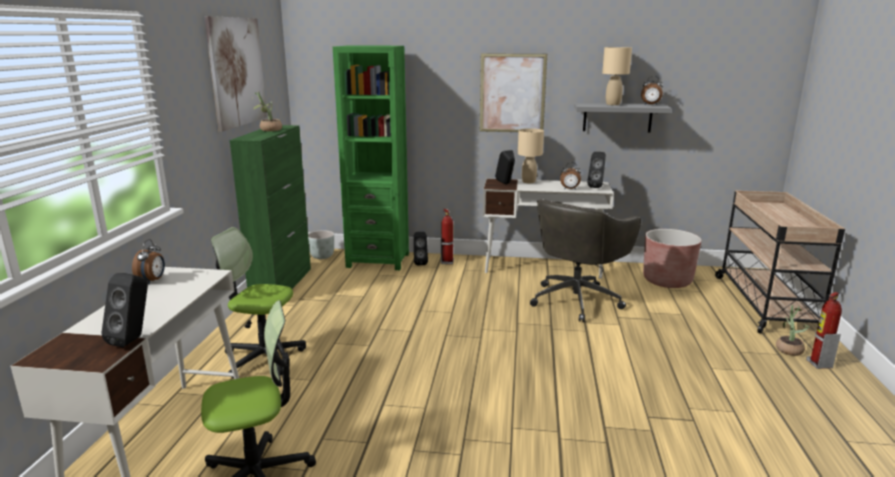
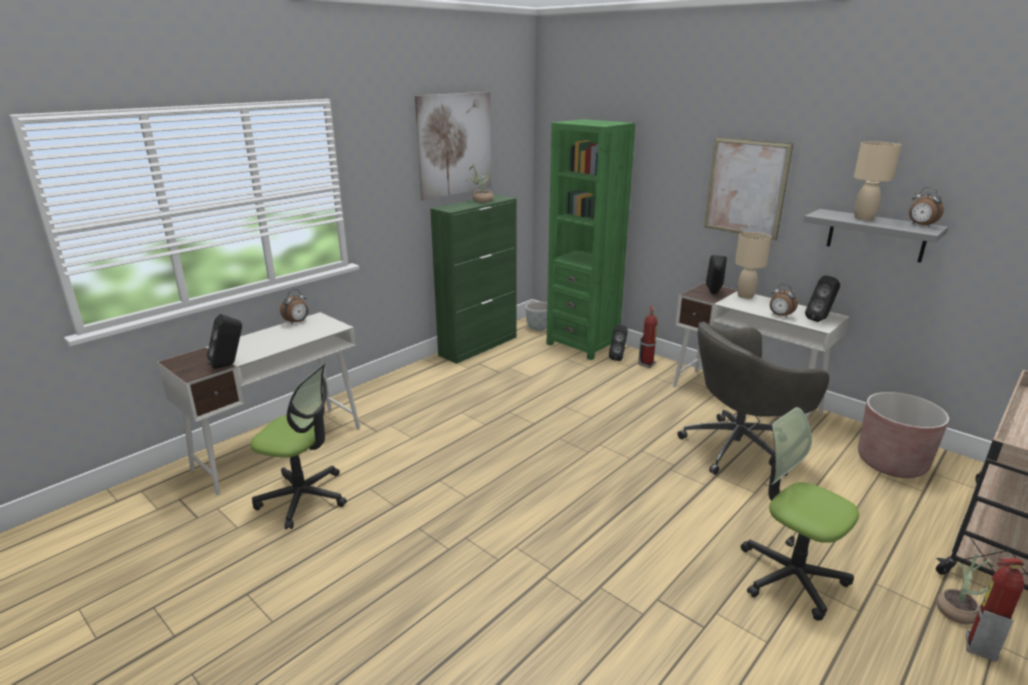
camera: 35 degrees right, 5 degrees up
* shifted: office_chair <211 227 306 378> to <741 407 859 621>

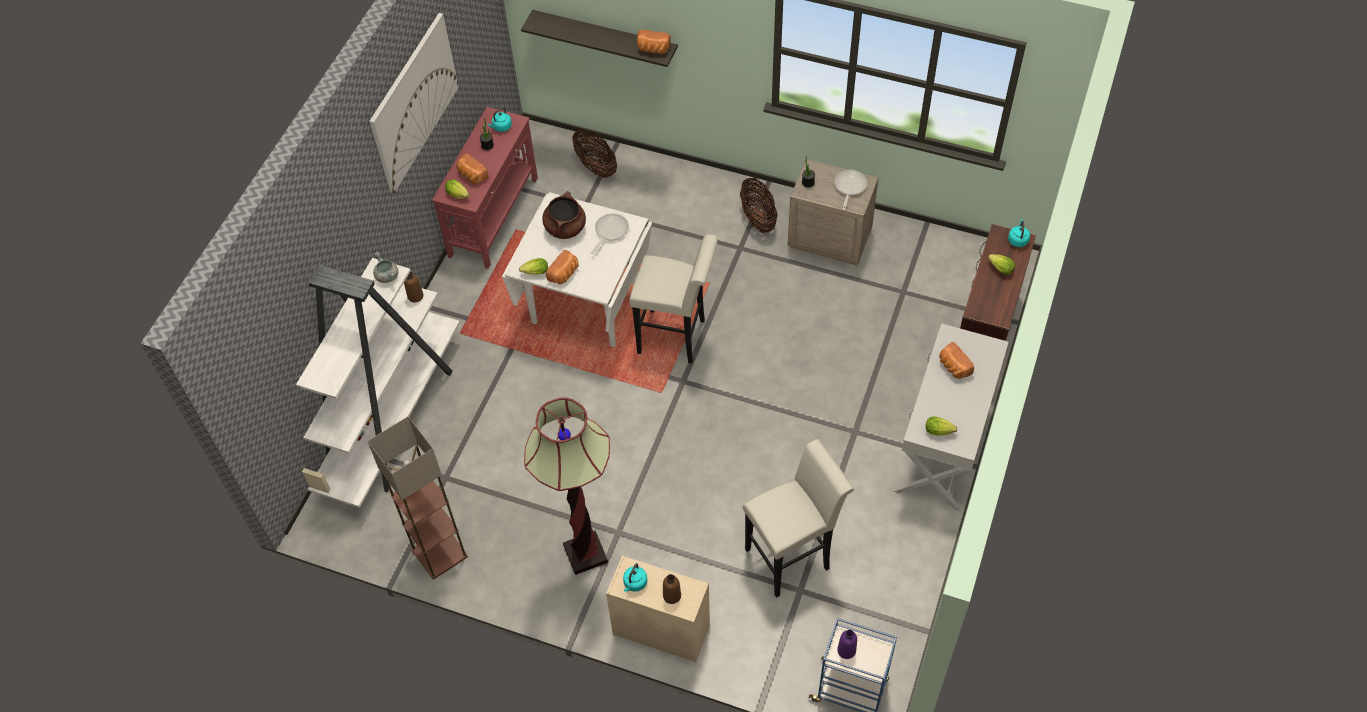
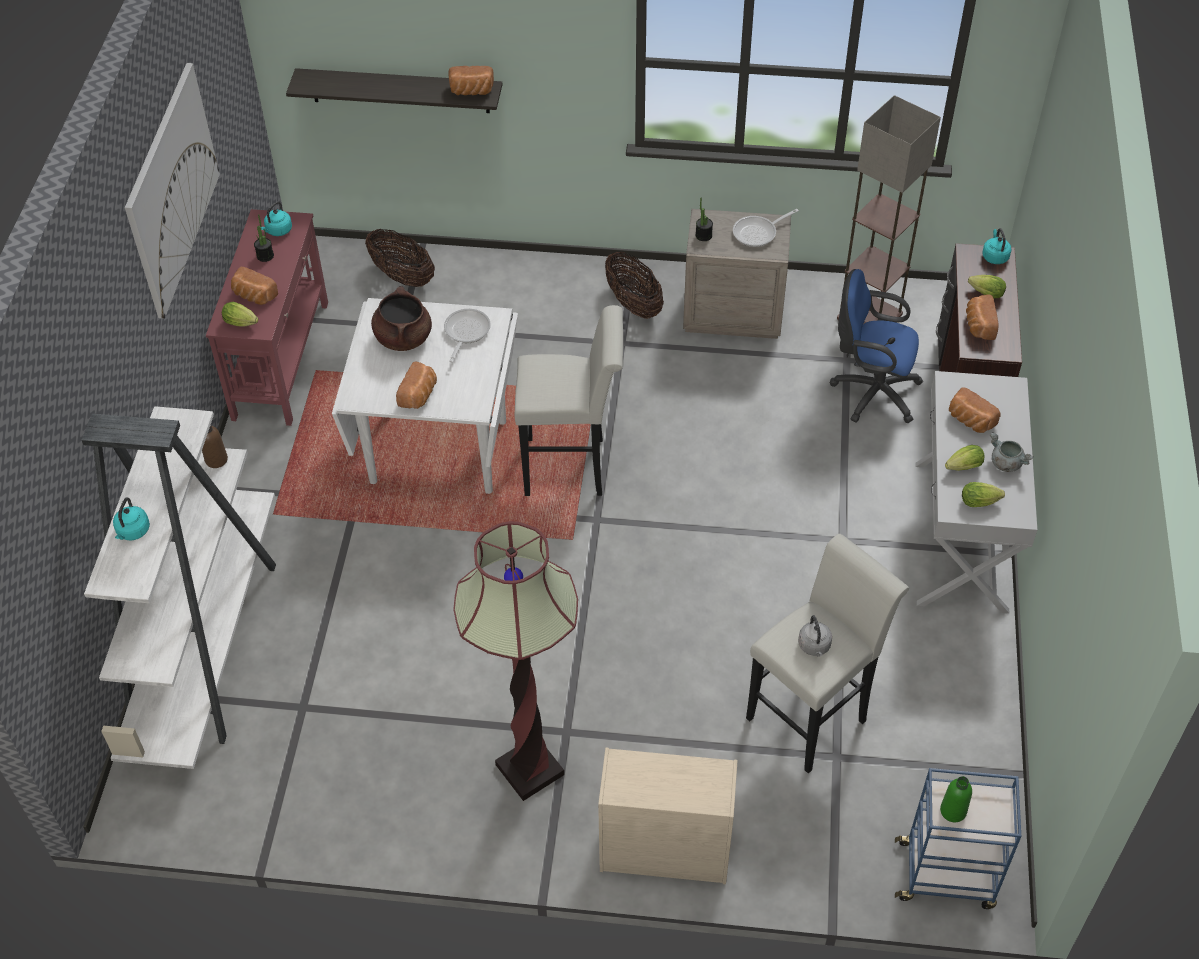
camera: 15 degrees left, 5 degrees down
* shifted: floor_lamp <367 416 468 579> to <837 95 941 324>
* shifted: grey_cooking_pot <373 252 398 283> to <990 432 1034 472>
* shifted: lettuce <519 258 548 275> to <945 445 985 471>
* shifted: turquoise_kettle <623 563 647 592> to <113 498 150 540>
* gone: brown_bottle <663 574 681 604>
* rotated: frying_pan <834 170 867 210> = <733 209 799 247> 120 degrees counterclockwise
* repainted: purple_bottle <837 630 857 659> to green_bottle <940 776 972 822>
* new: grey_kettle <798 615 832 656>
* new: blue_office_chair <829 269 923 423>
* new: bread <966 295 999 340>

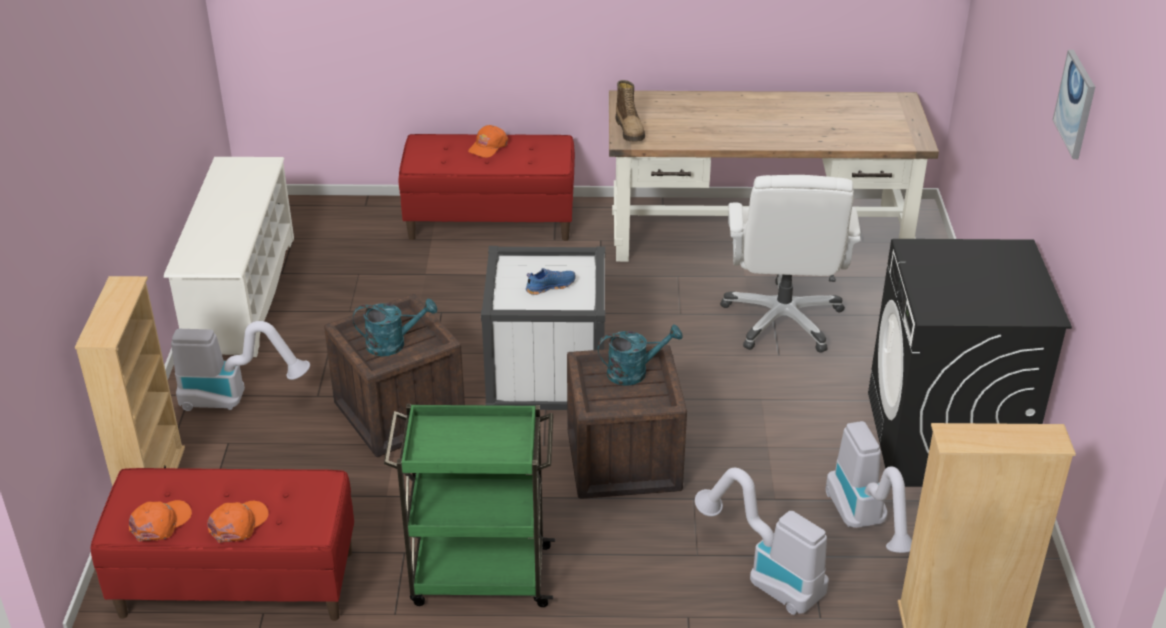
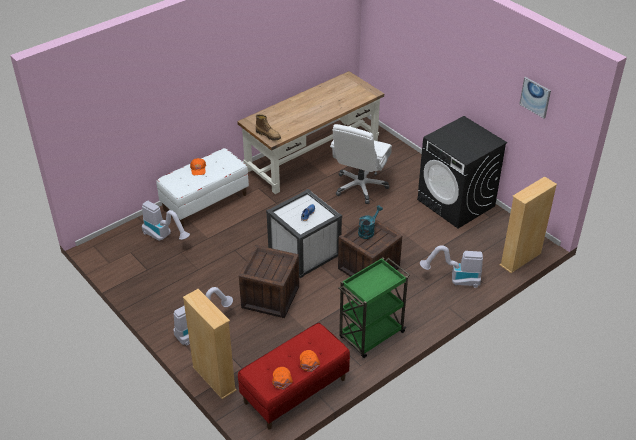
camera: 40 degrees left, 5 degrees up
* gone: white_shoe_rack <164 157 294 357>
* gone: turquoise_watering_can <353 299 437 356>
* repainted: red_bench <399 134 575 241> to white_bench <156 148 249 227>
* rotated: white_office_chair <720 175 861 353> = <330 124 392 204> 60 degrees clockwise
* shifted: vacuum_cleaner <826 421 912 553> to <142 201 190 241>
* shifted: picture <1053 50 1095 159> to <519 77 551 118>

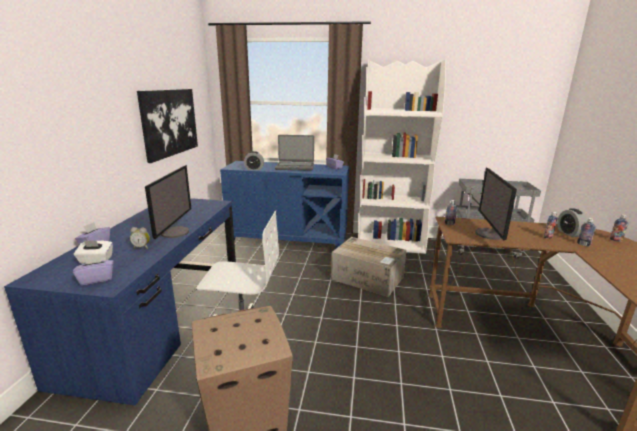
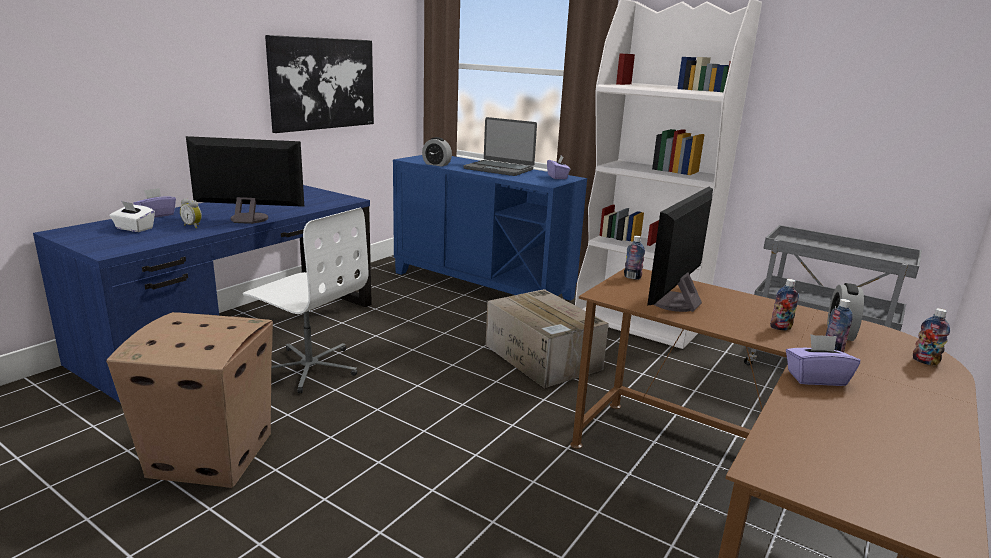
camera: 25 degrees right, 0 degrees up
* shifted: purple_tissue_box <73 253 114 285> to <786 334 860 386>
* rotated: monitor <145 165 191 239> = <186 136 304 224> 120 degrees counterclockwise

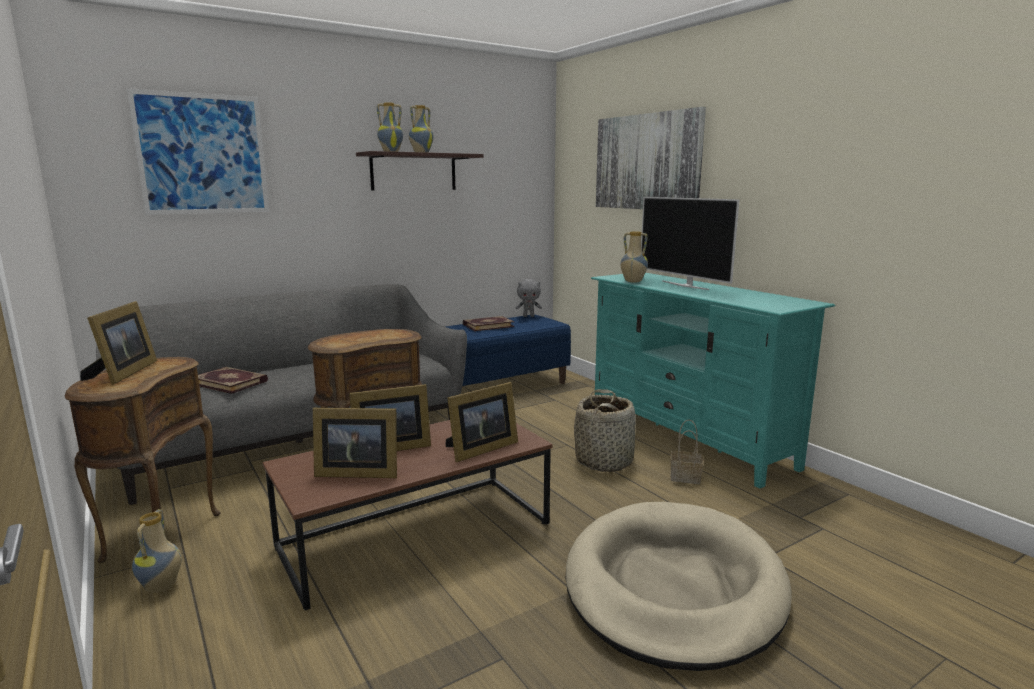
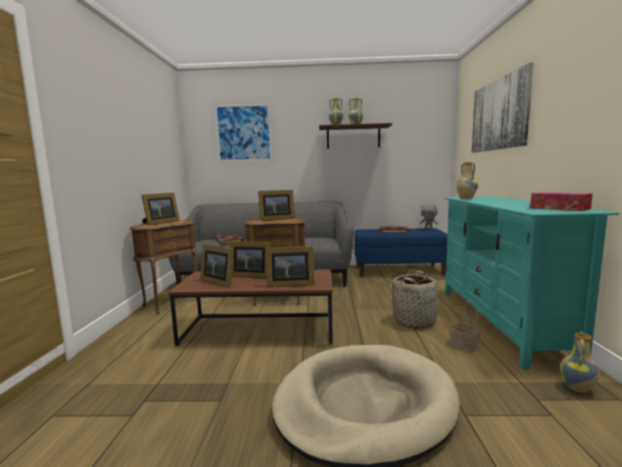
camera: 35 degrees right, 5 degrees down
* shifted: vase <132 509 182 593> to <560 332 600 393>
* gone: television <641 197 740 290>
* new: picture_frame <258 190 295 221>
* new: tissue_box <530 192 593 211>

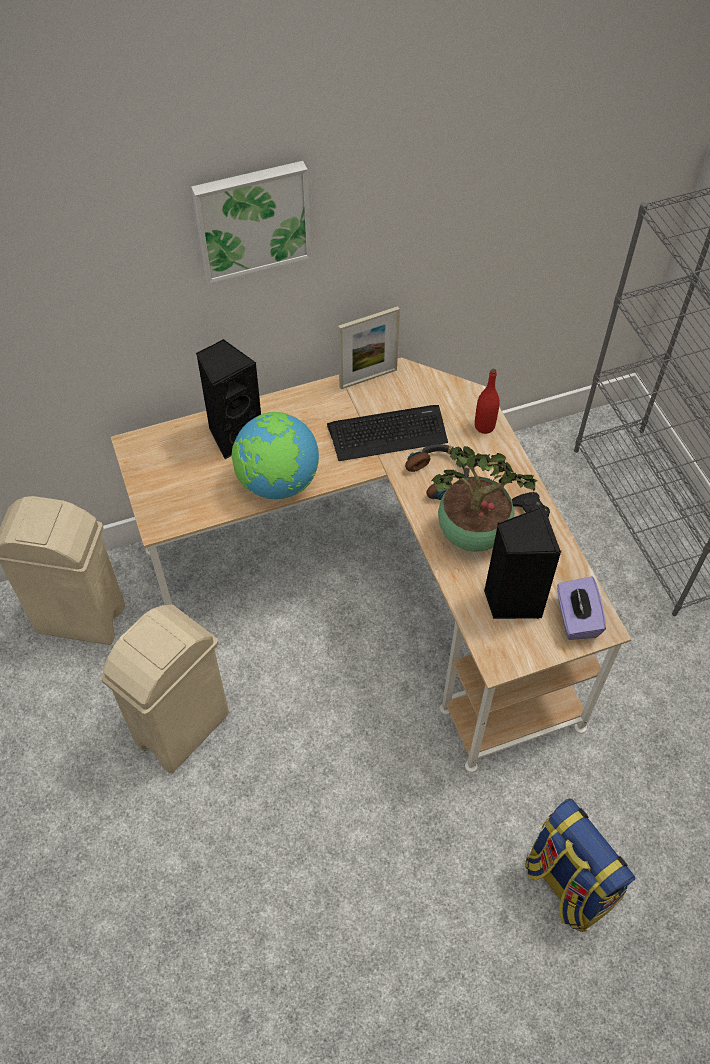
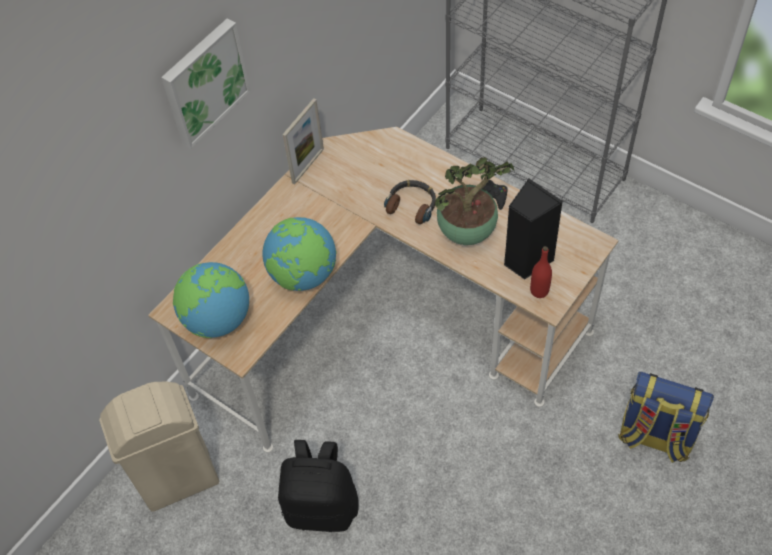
camera: 30 degrees left, 0 degrees up
* swapped: beige_trash_can <101 605 229 774> to black_backpack <278 440 359 532>
* gone: black_speaker <196 339 261 459>
* gone: keyboard <327 405 448 461>
* shifted: red_bottle <475 369 499 434> to <530 246 552 298>
* gone: purple_tissue_box <557 576 606 640>
* new: globe <173 262 249 338>

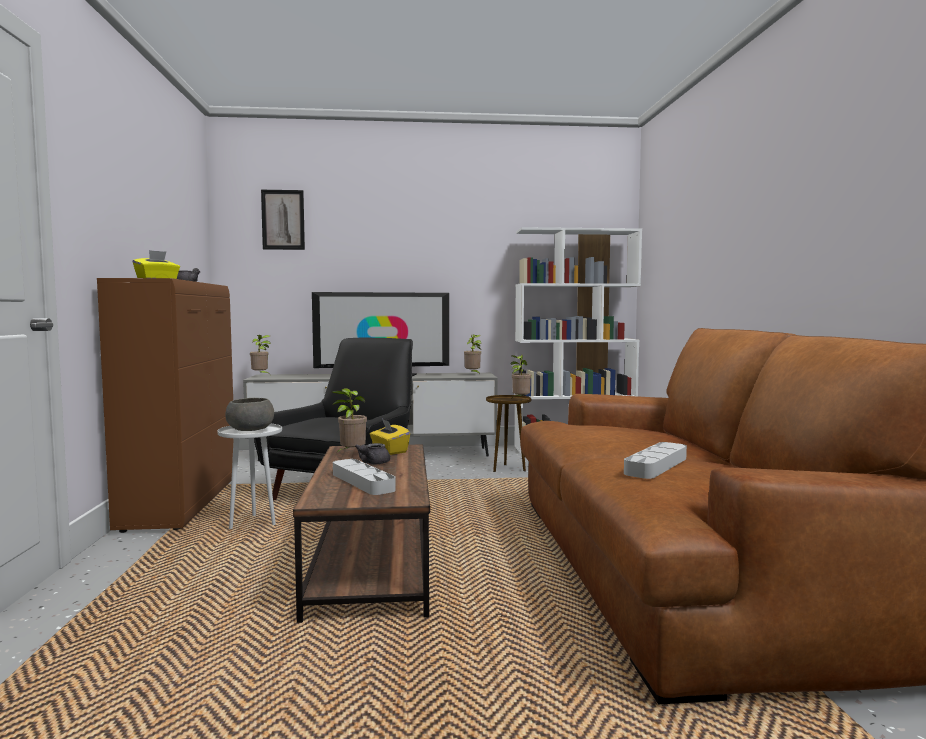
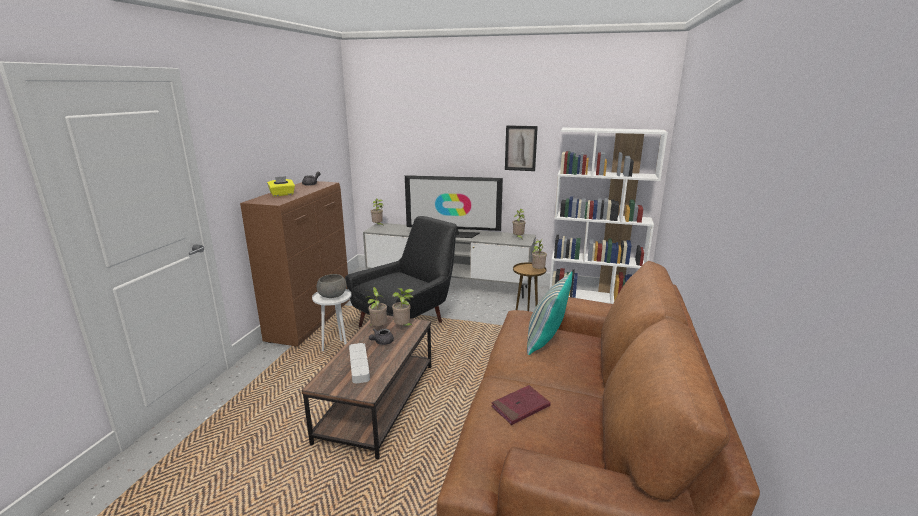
camera: 20 degrees right, 15 degrees up
* shifted: picture <261 190 305 250> to <505 125 538 171>
* swapped: yellow_tissue_box <370 419 410 455> to potted_plant <392 288 414 326>
* swapped: grey_tray <624 442 687 479> to red_book <491 385 551 425>
* new: pillow <527 271 573 355>

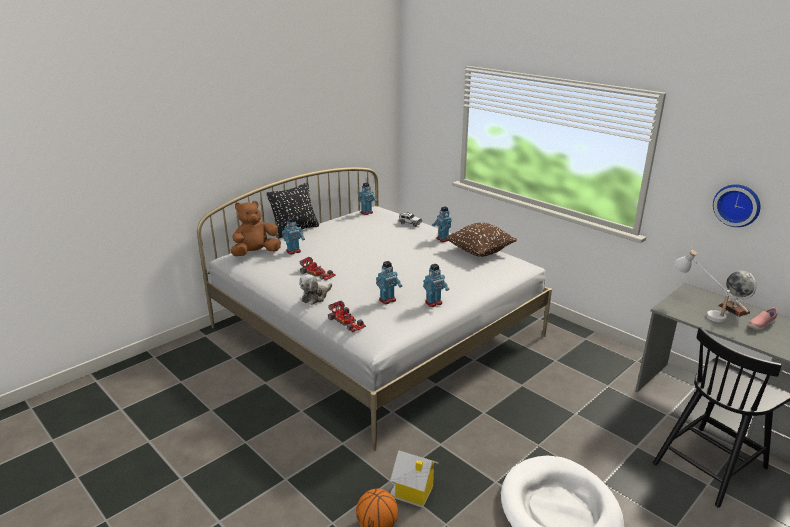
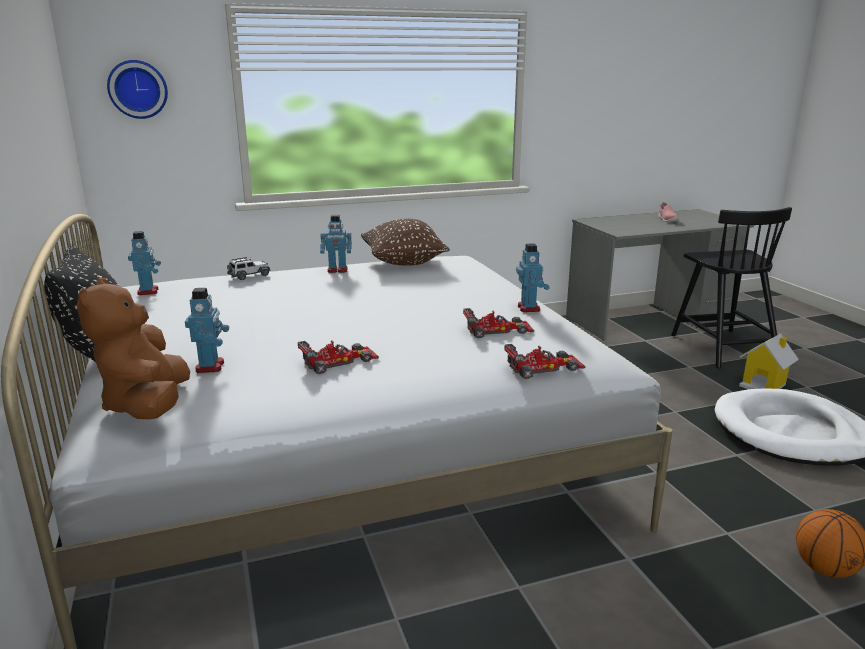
camera: 65 degrees left, 5 degrees down
* gone: plush_toy <299 274 332 305>
* swapped: toy_robot <376 261 402 304> to toy_car <463 308 534 338>
* shifted: toy_house <390 450 439 508> to <739 333 799 389>
* gone: white_table_lamp <674 250 749 322>
* shifted: wall_clock <713 184 760 227> to <107 60 168 119>
* gone: globe <718 271 756 317>

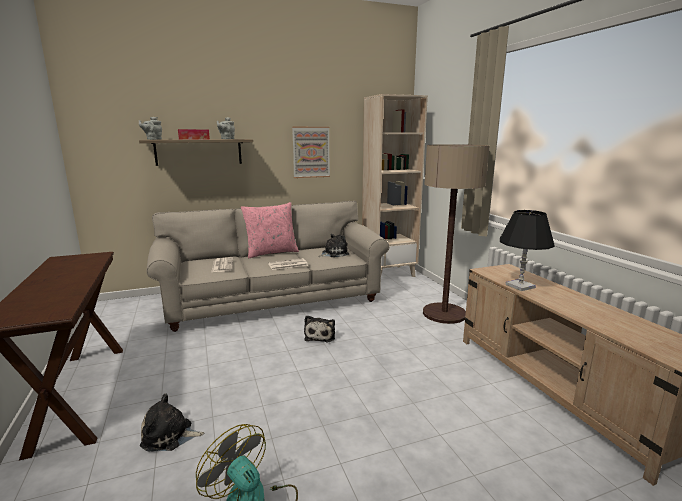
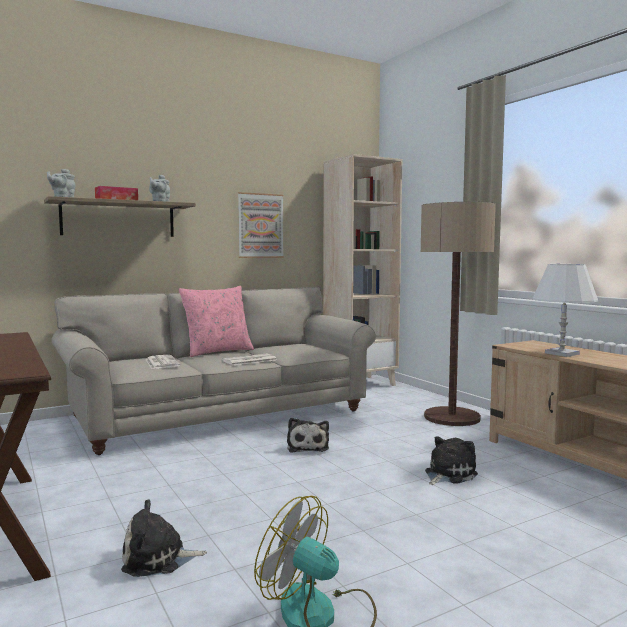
camera: 10 degrees left, 10 degrees down
* shifted: plush_toy <318 234 349 257> to <425 436 478 485>
* repainted: black_table_lamp <500 210 555 291> to white_table_lamp <533 264 598 357>

